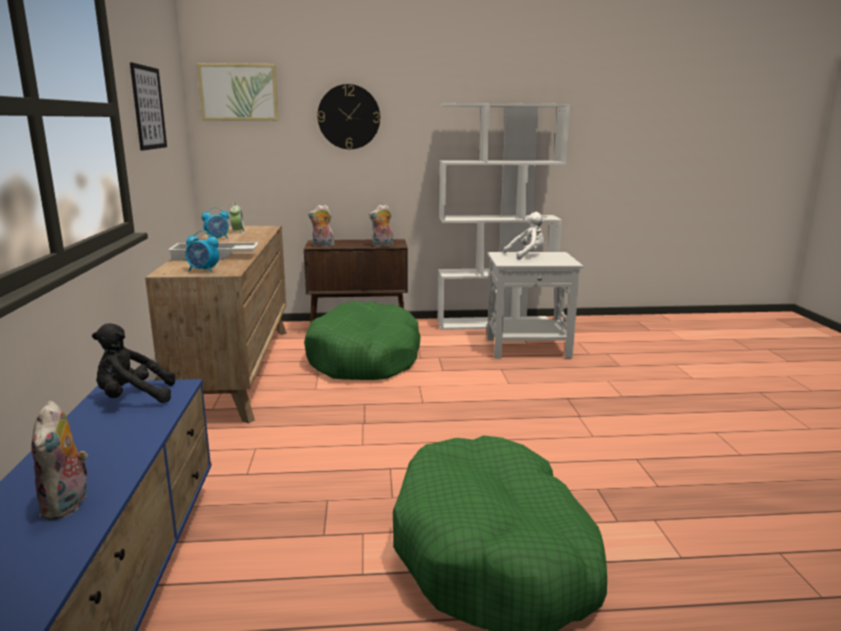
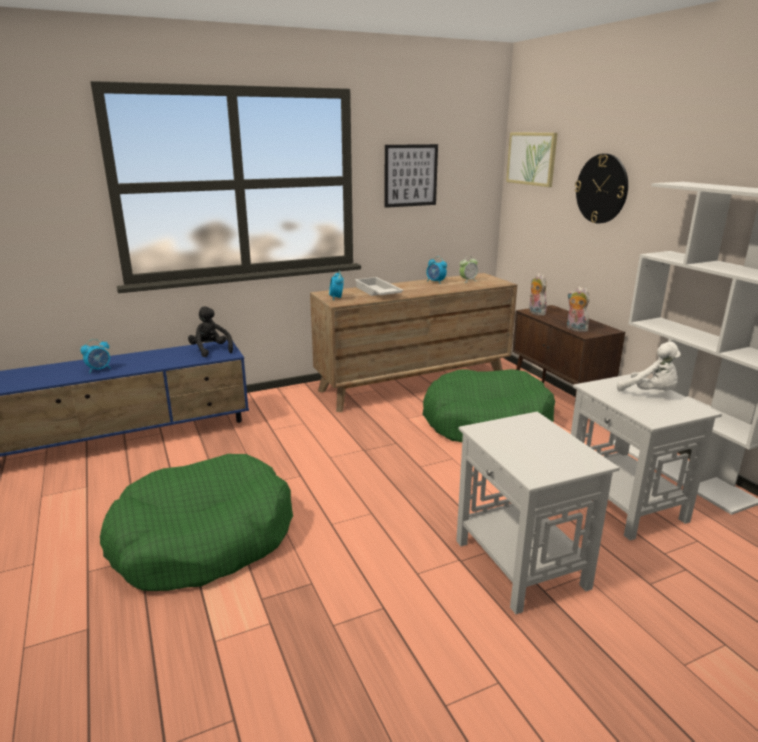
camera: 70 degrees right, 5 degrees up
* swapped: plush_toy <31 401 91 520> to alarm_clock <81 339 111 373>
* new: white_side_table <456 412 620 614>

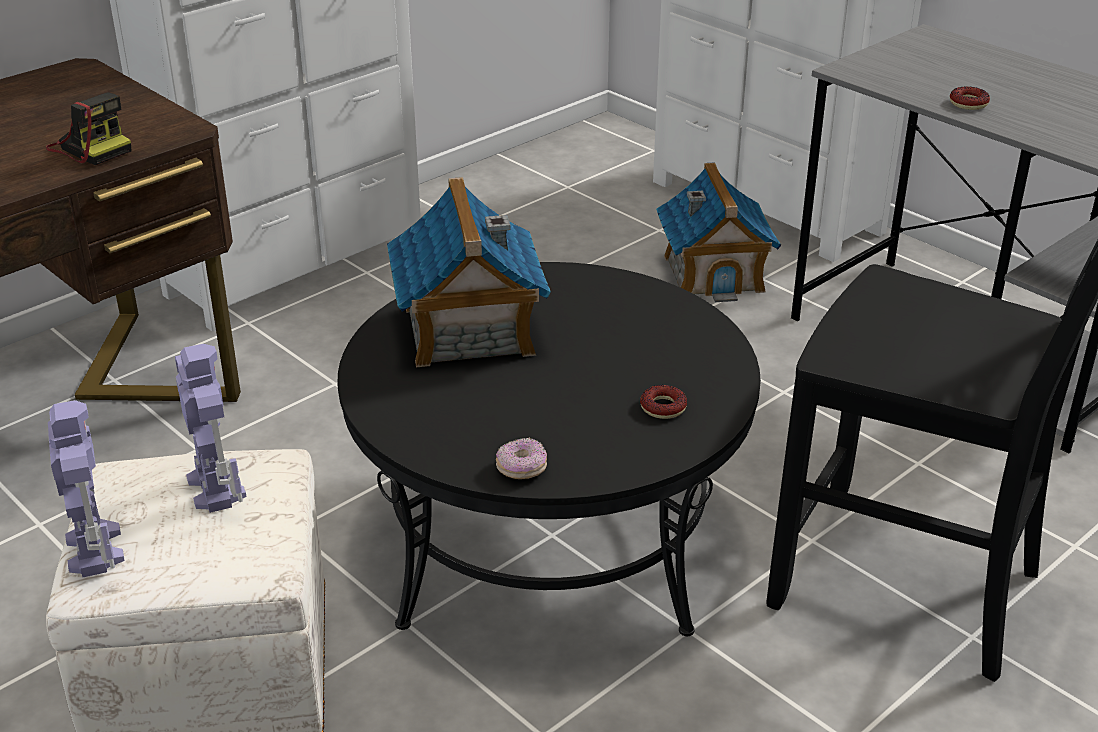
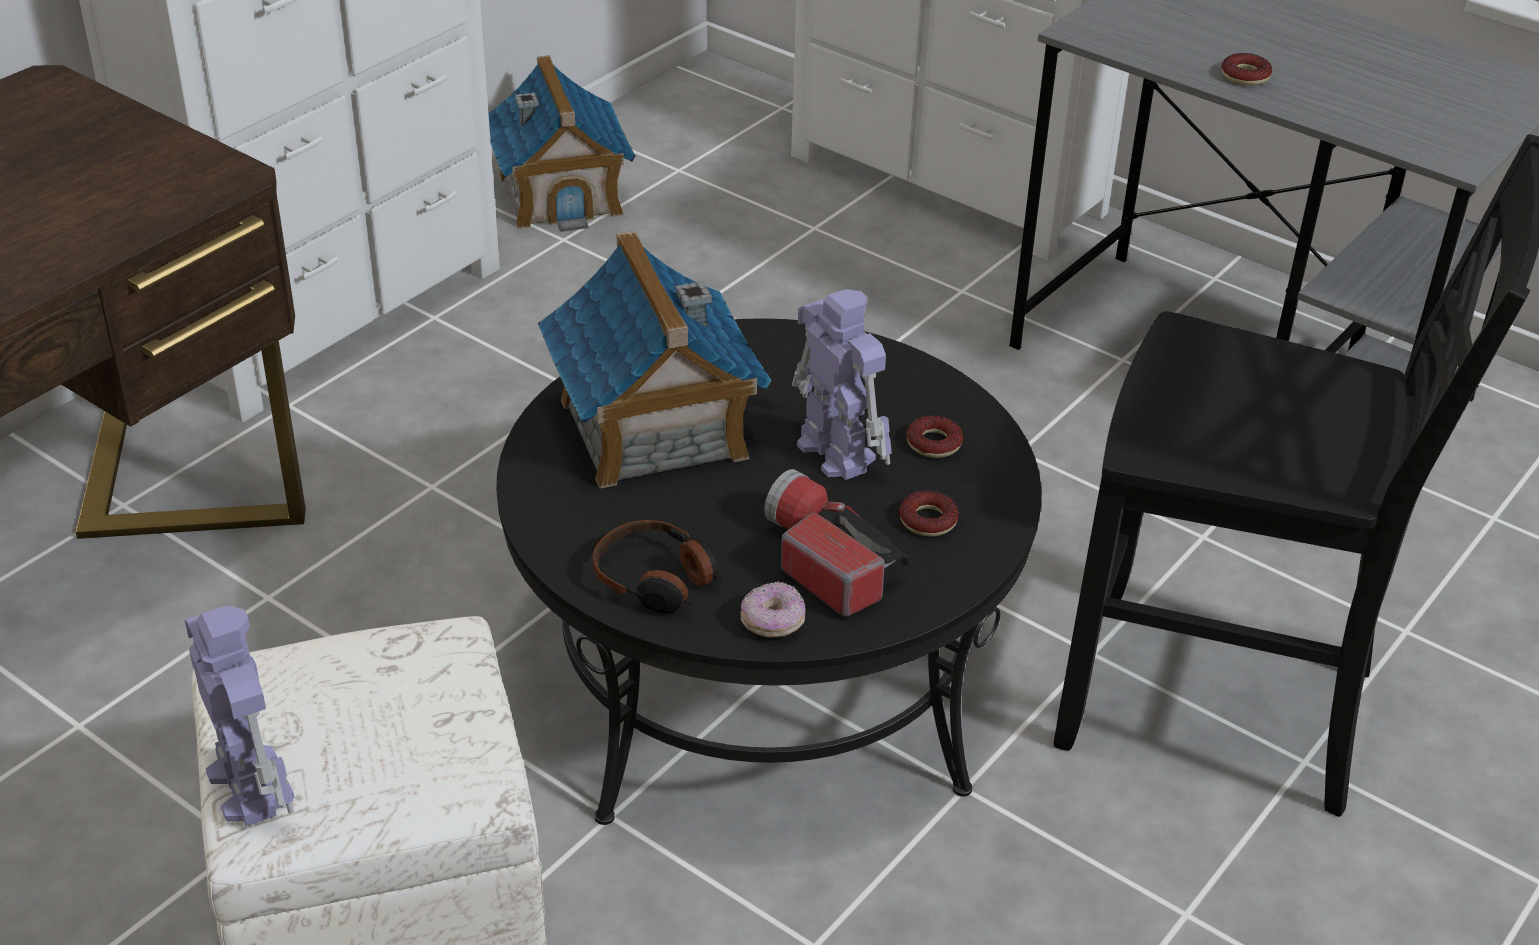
camera: 10 degrees left, 5 degrees up
* gone: photo_camera <46 92 132 165>
* shifted: toy_robot <175 344 246 513> to <792 289 892 480>
* shifted: toy_house <656 162 781 302> to <488 55 635 232>
* new: headphones <593 520 723 614>
* new: flashlight <764 469 911 617>
* new: donut <907 415 963 458>

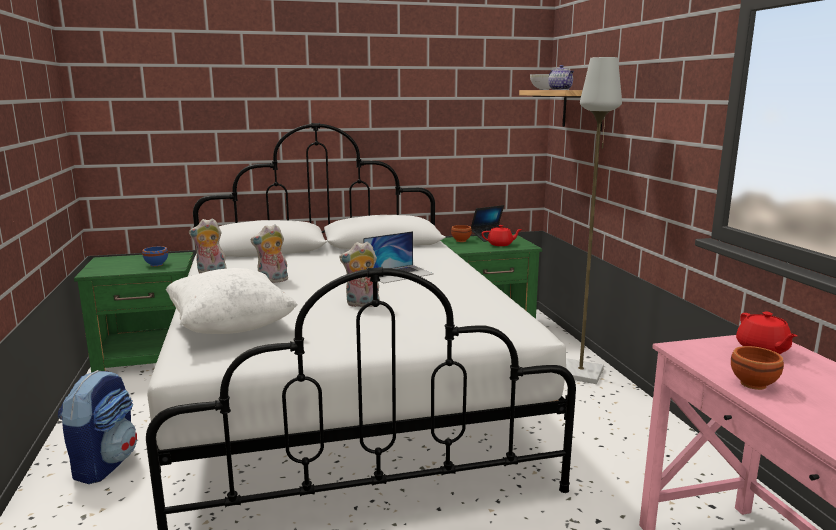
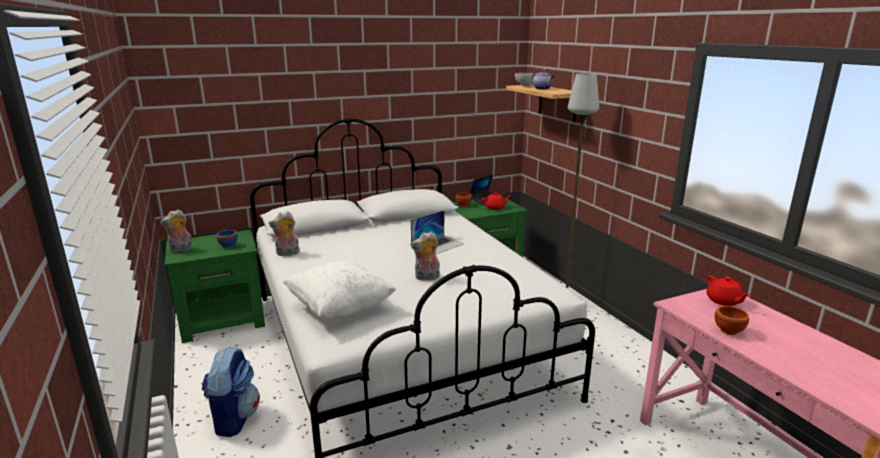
camera: 10 degrees left, 5 degrees up
* shifted: plush_toy <250 224 288 283> to <160 209 193 253>

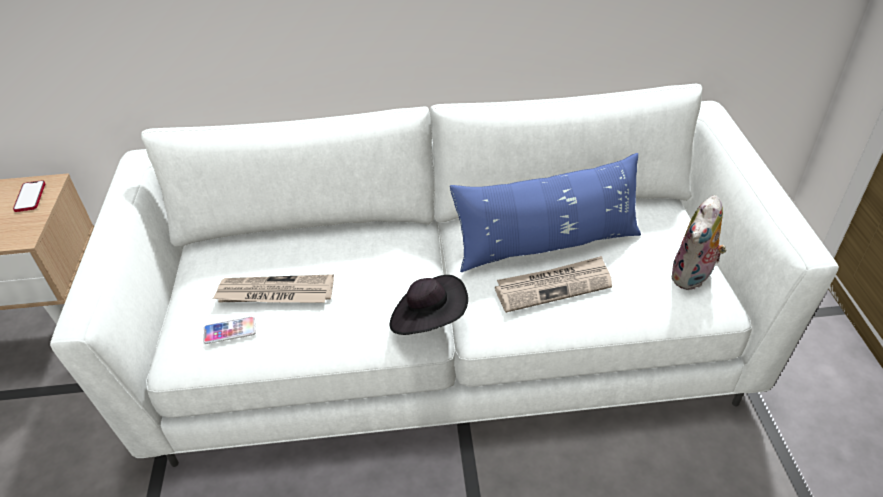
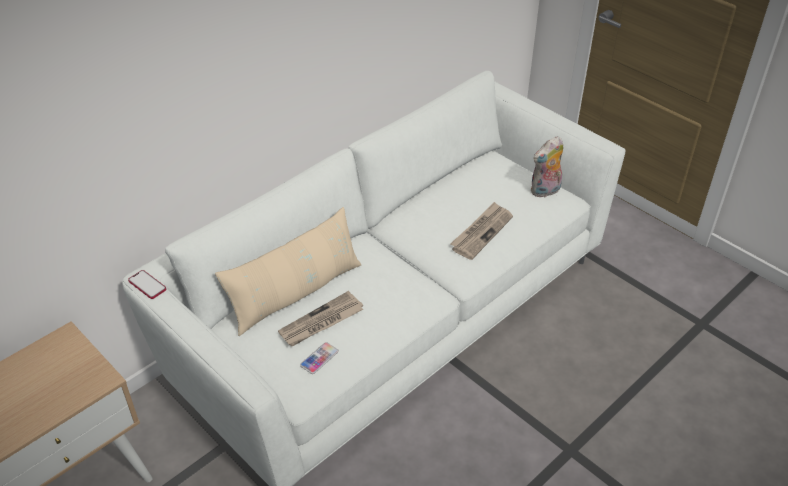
camera: 40 degrees left, 0 degrees up
* shifted: phone <13 180 45 212> to <128 270 166 299>
* gone: black_hat <390 275 468 335>
* gone: blue_pillow <450 153 641 272>
* rotated: plush_toy <671 195 726 290> = <531 136 563 198> 60 degrees clockwise
* new: beige_pillow <215 207 361 336>

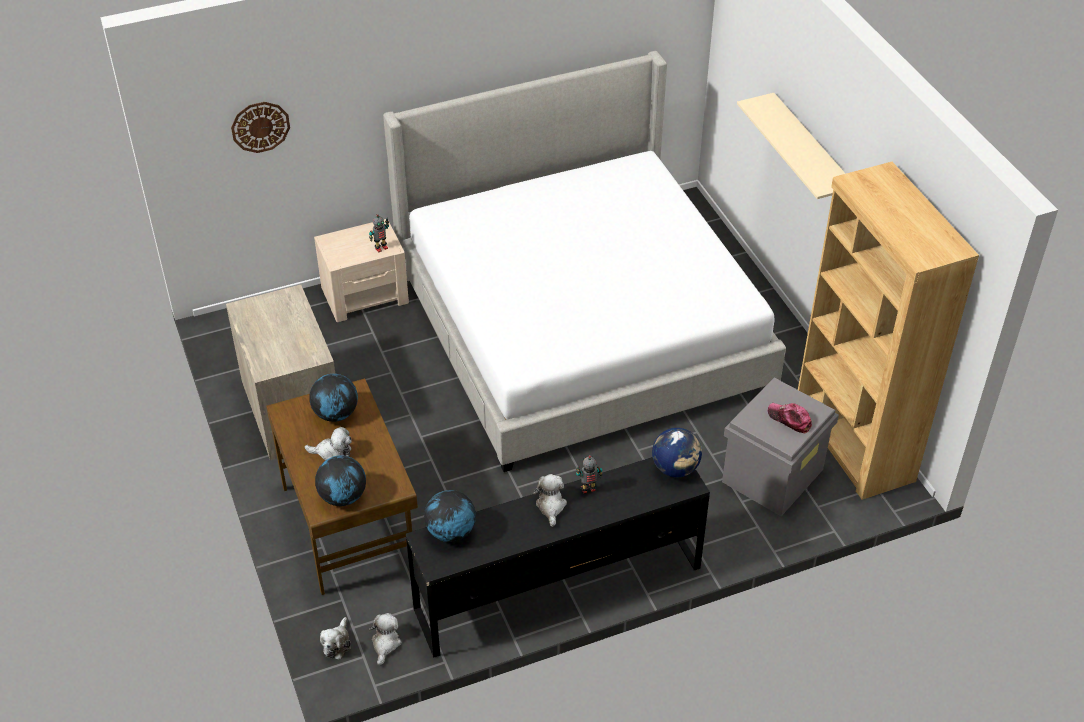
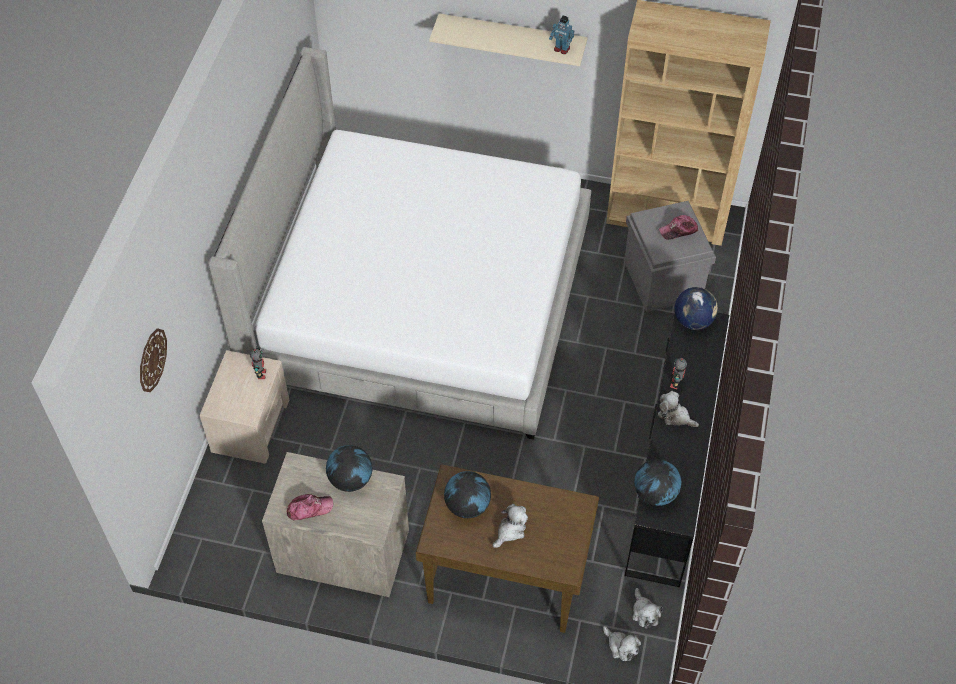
camera: 55 degrees left, 10 degrees up
* shifted: globe <315 455 366 506> to <326 445 372 492>
* rotated: plush_toy <369 613 402 666> = <632 588 663 629> 150 degrees counterclockwise
* new: cap <287 494 333 520>
* new: toy_robot <549 15 574 54>

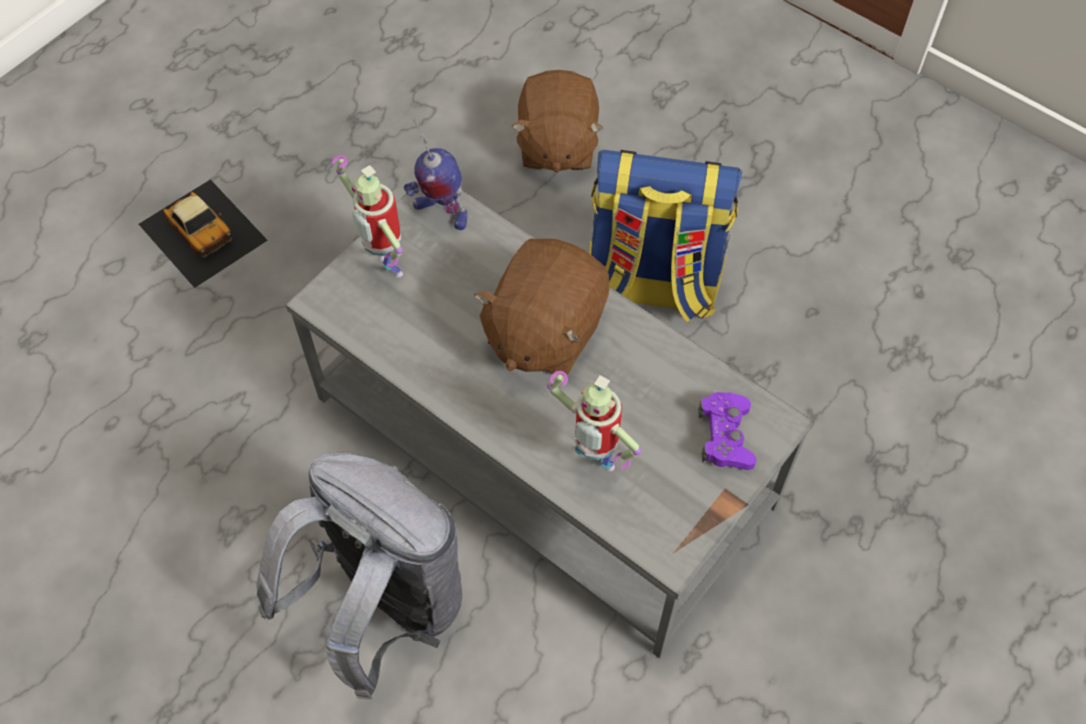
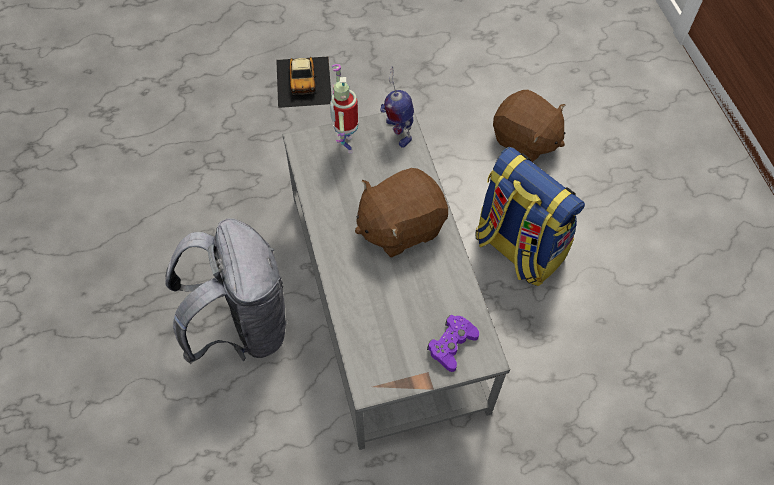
camera: 35 degrees right, 0 degrees up
* rotated: brown_plush_toy <512 70 604 172> = <493 90 565 162> 90 degrees counterclockwise
* gone: toy_robot <547 371 641 471>

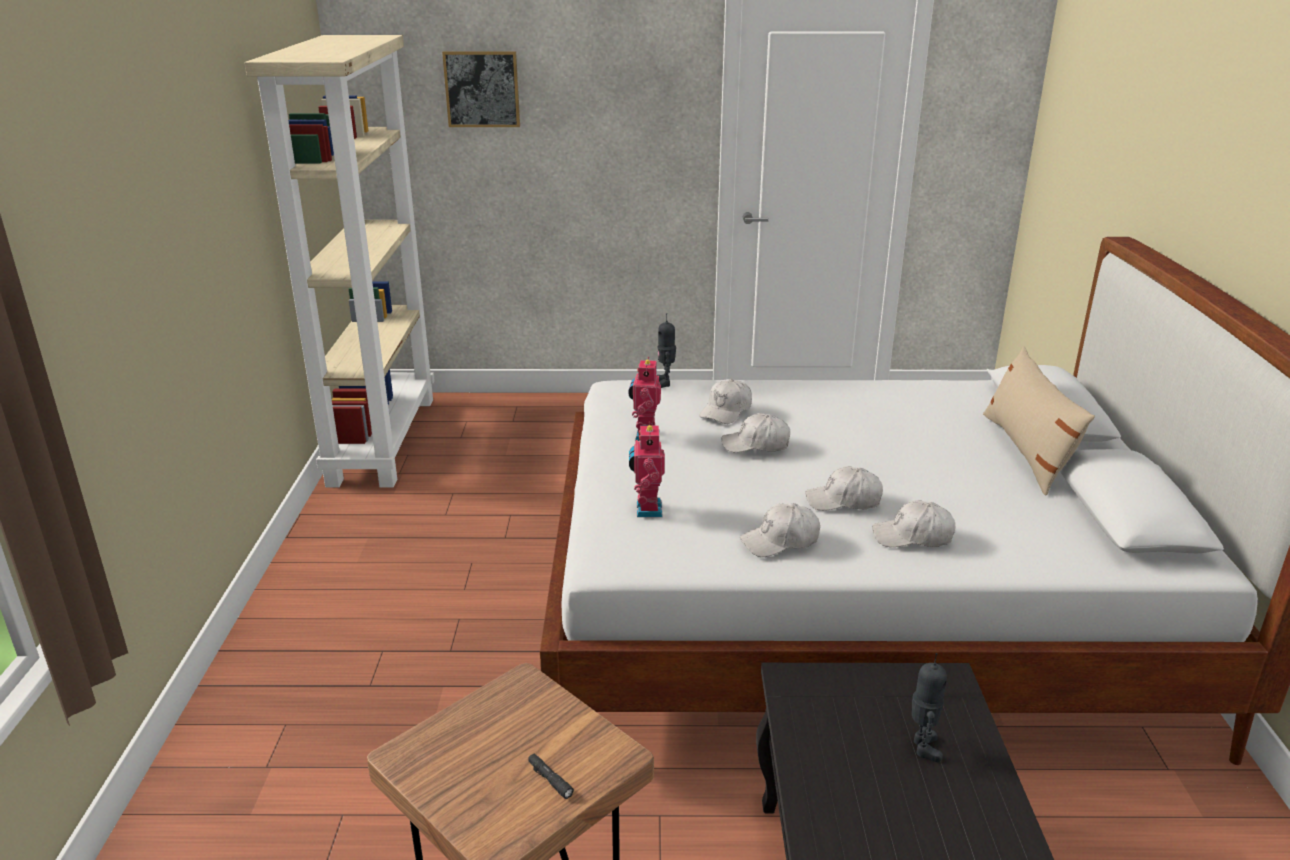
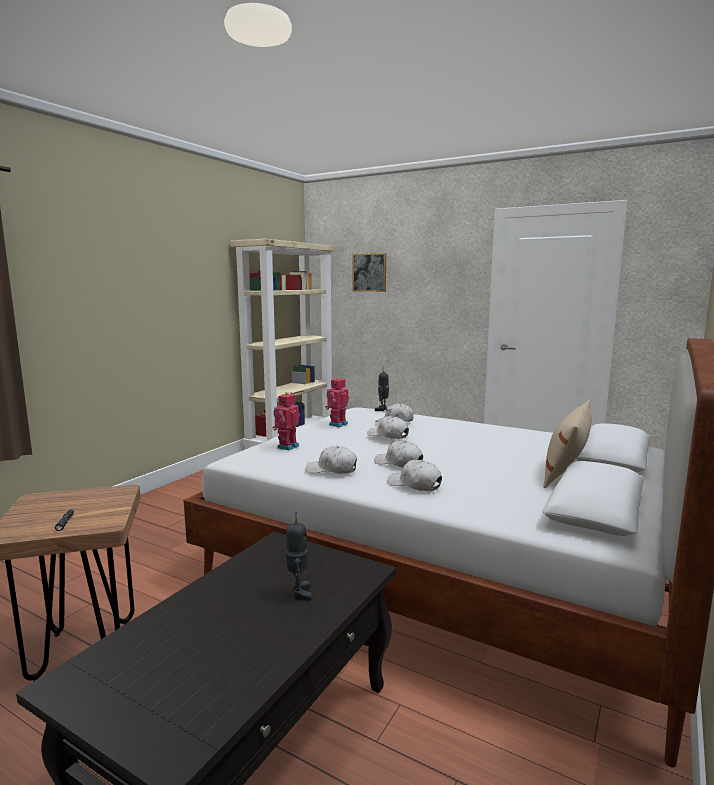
camera: 30 degrees right, 15 degrees down
* rotated: toy_robot <912 653 947 763> = <285 512 313 601> 45 degrees counterclockwise

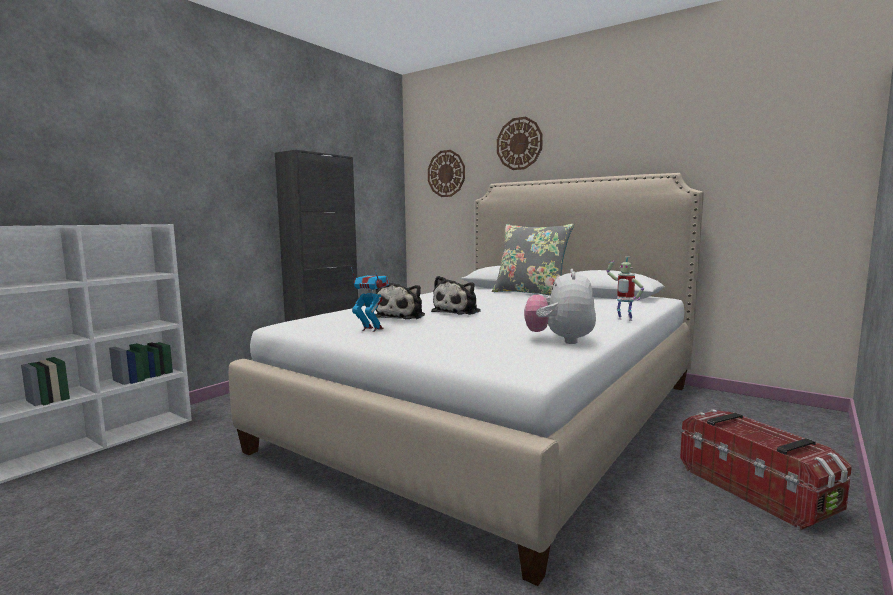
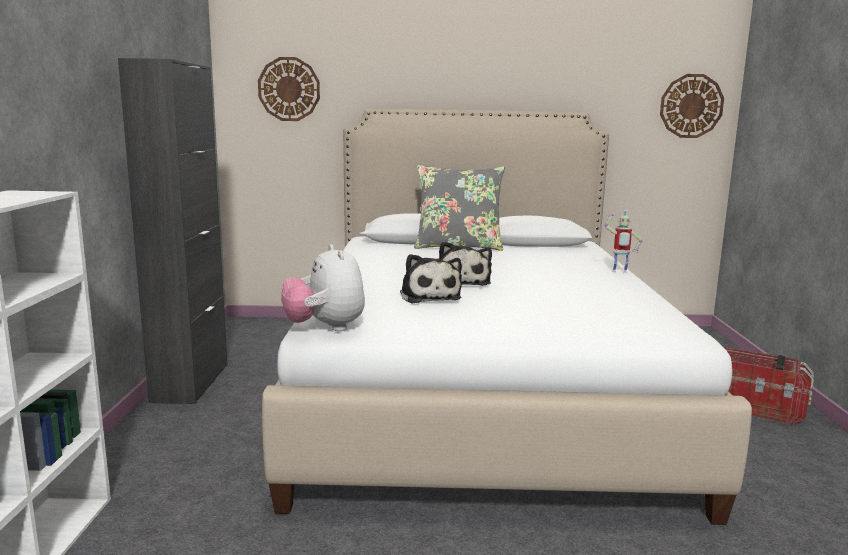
camera: 35 degrees left, 5 degrees up
* gone: toy_robot <351 267 389 332>
* shifted: wall_clock <497 117 543 170> to <660 74 724 138>
* shifted: plush_toy <524 269 596 344> to <281 244 365 331>

